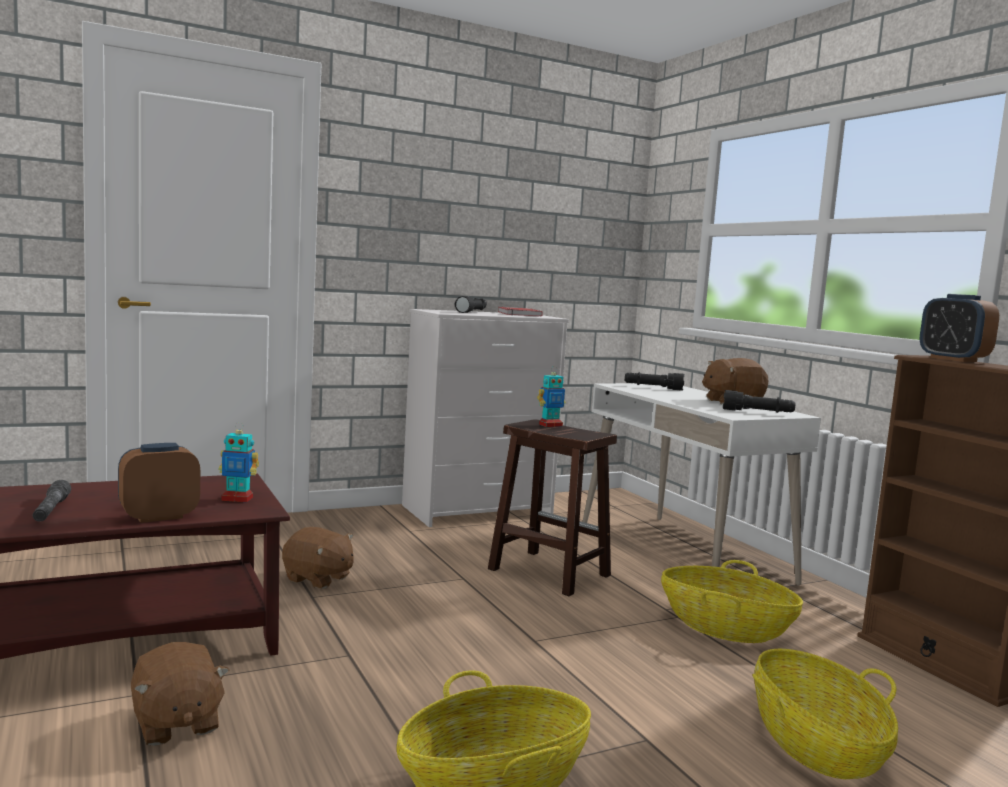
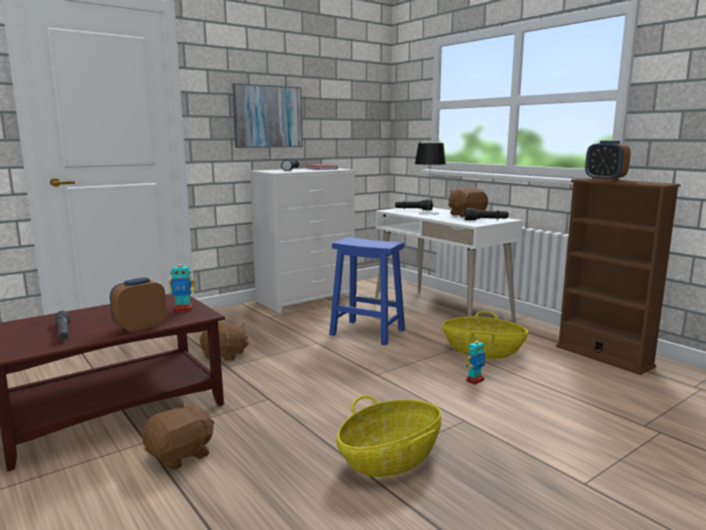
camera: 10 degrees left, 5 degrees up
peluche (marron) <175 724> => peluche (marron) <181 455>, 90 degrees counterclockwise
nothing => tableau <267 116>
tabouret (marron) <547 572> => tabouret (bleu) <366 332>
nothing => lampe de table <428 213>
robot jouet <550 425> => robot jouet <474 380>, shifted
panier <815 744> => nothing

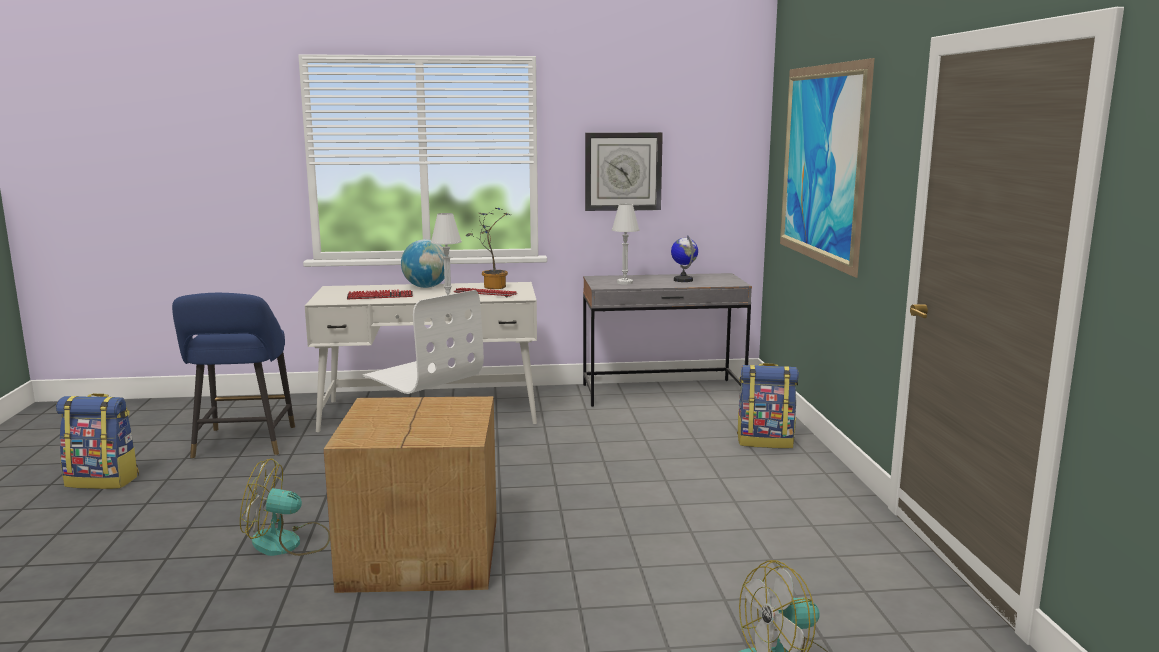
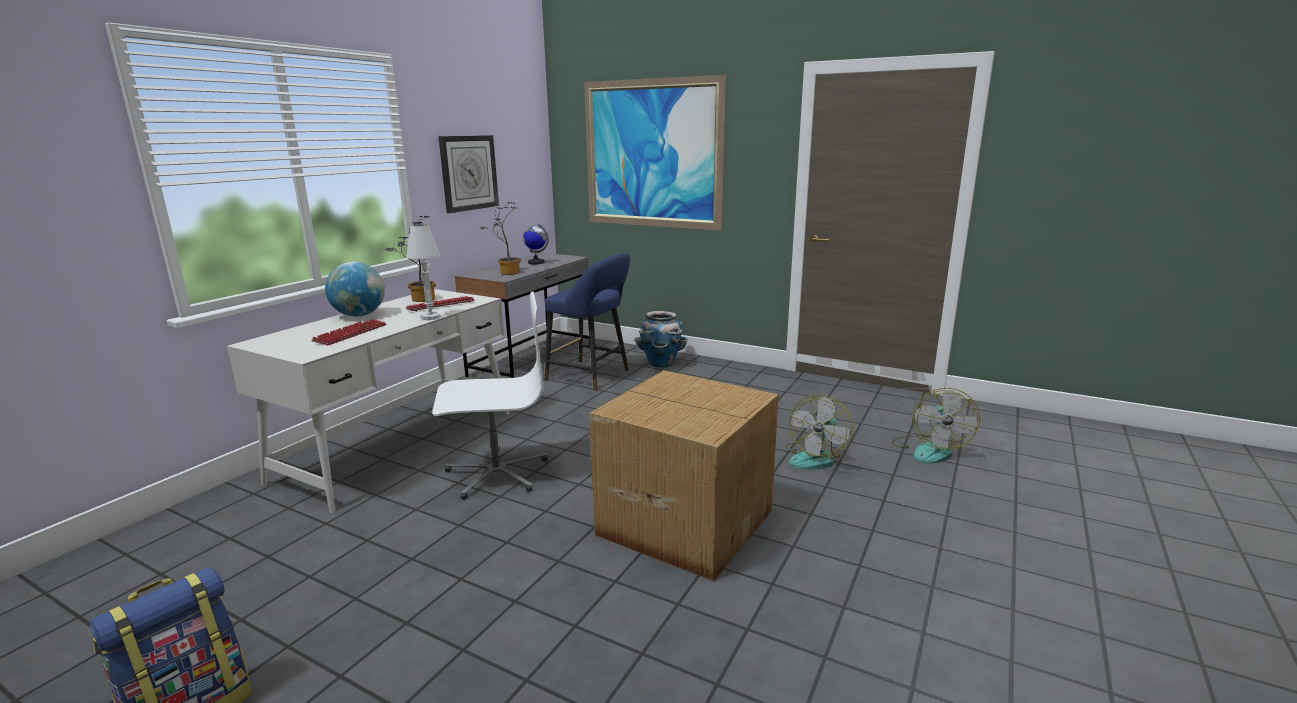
camera: 55 degrees left, 5 degrees up
lampe de table (blanc) <624 283> => plante en pot <507 273>
tabouret (bleu) <243 444> => tabouret (bleu) <591 376>, shifted
sac à dos <765 441> => cache-pot <661 363>
ventilateur <288 543> => ventilateur <815 457>, shifted

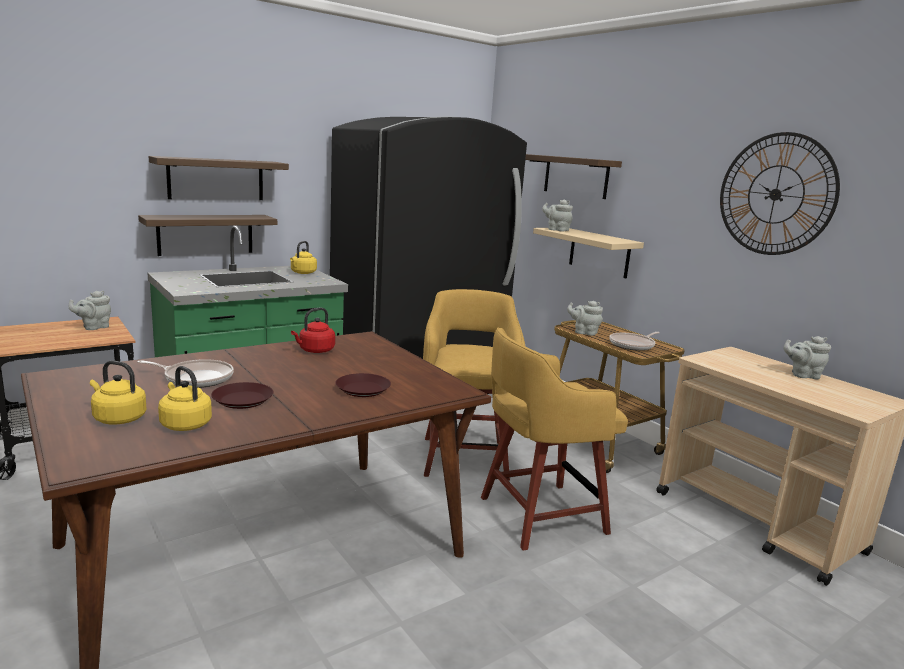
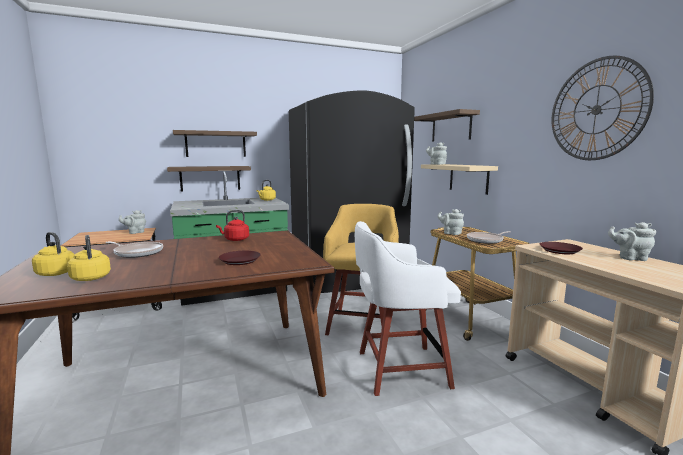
camera: 15 degrees right, 5 degrees down
tabouret (jaune) <538 515> => tabouret (blanc) <399 369>
assiette (marron) <242 400> => assiette (marron) <559 251>, shifted

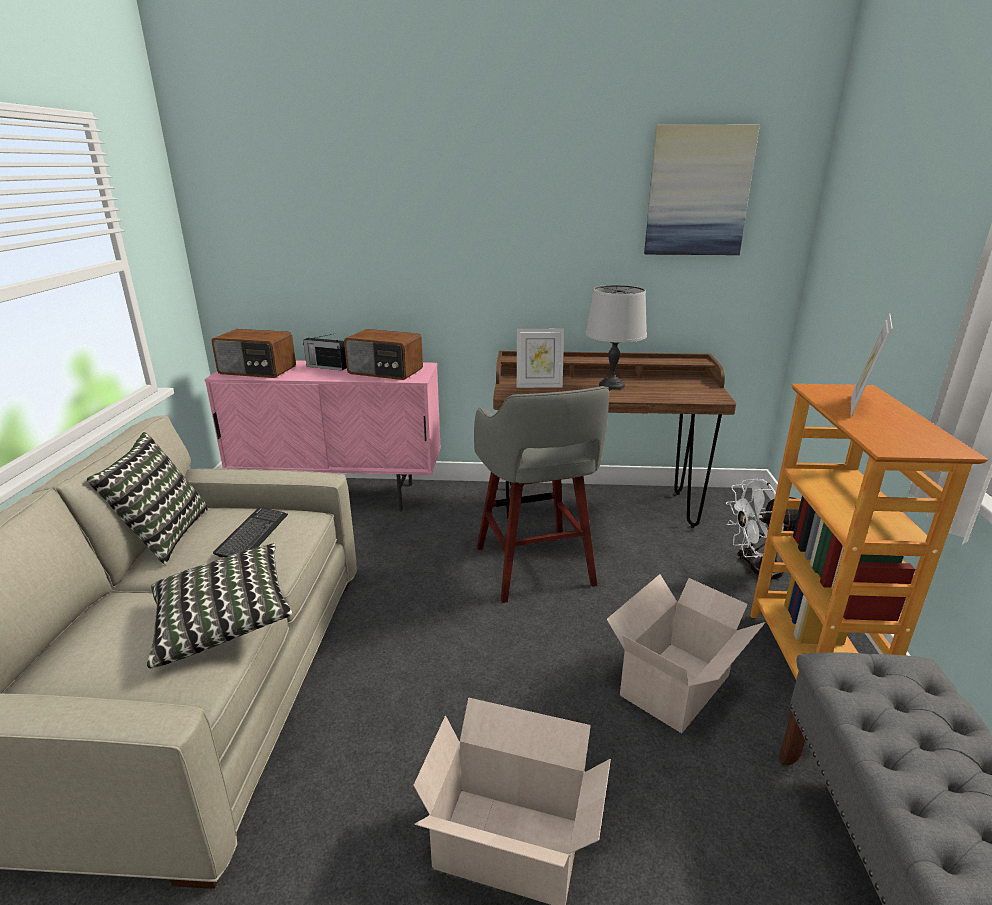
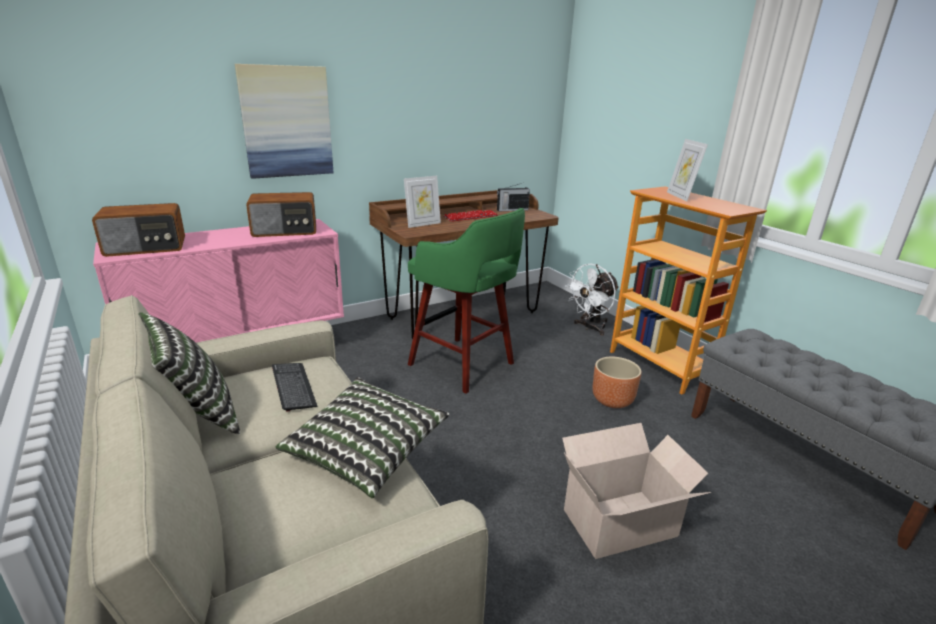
camera: 35 degrees left, 0 degrees up
tableau <698 192> => tableau <286 122>, shifted
tabouret (gris) <535 568> => tabouret (vert) <463 365>
lampe de table (gris) <612 385> => clavier <471 217>
radio <326 367> => radio <511 210>, shifted
carton <677 684> => cache-pot (marron) <612 400>

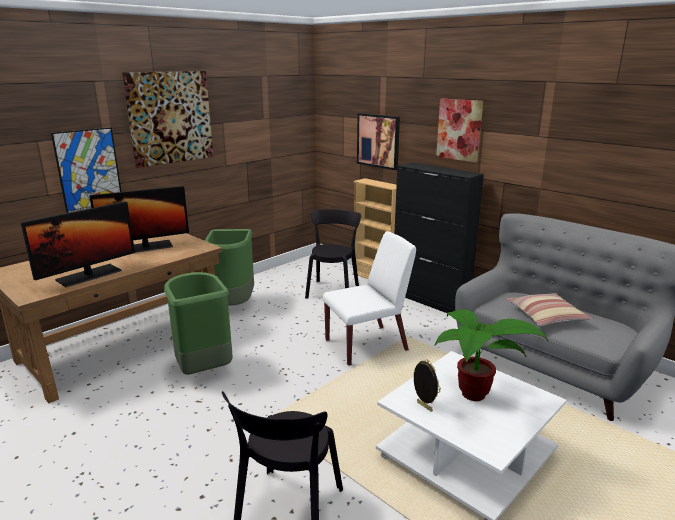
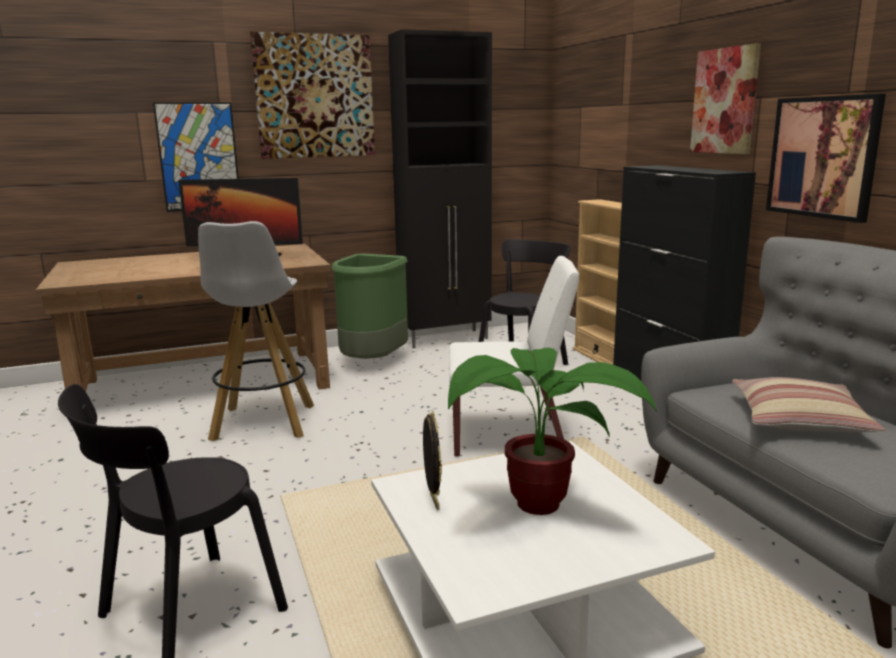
camera: 25 degrees right, 5 degrees down
poubelle (vert) <202 369> => tabouret (blanc) <263 423>
nothing => meuble de rangement (noir) <446 339>
tableau <378 141> => tableau <823 157>, shifted
écran d'ordinateur <89 275> => nothing

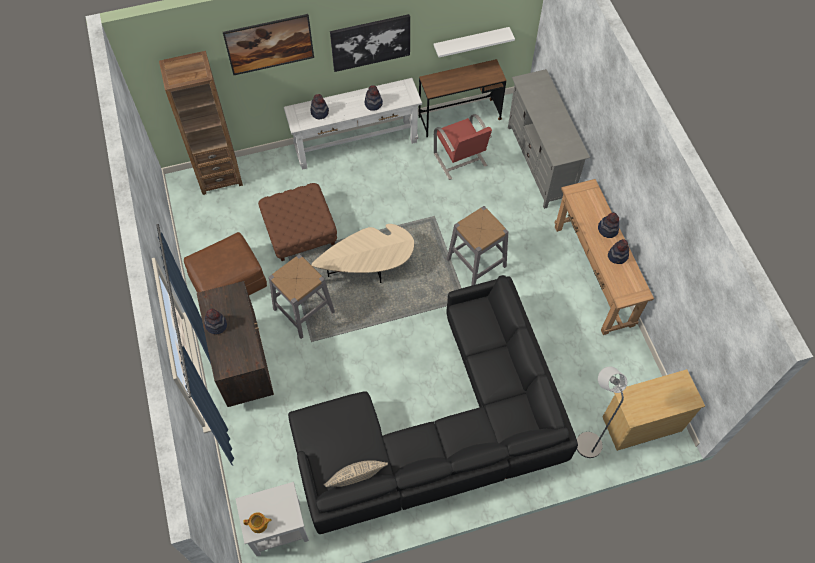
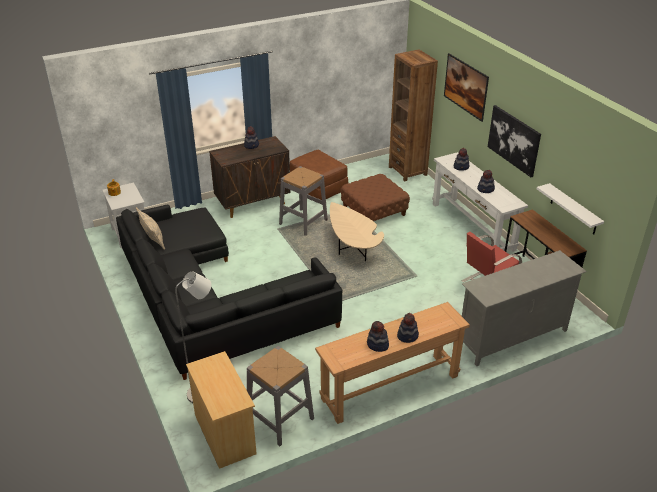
camera: 80 degrees right, 25 degrees down
tabouret (gris) <476 263> => tabouret (gris) <280 419>, shifted

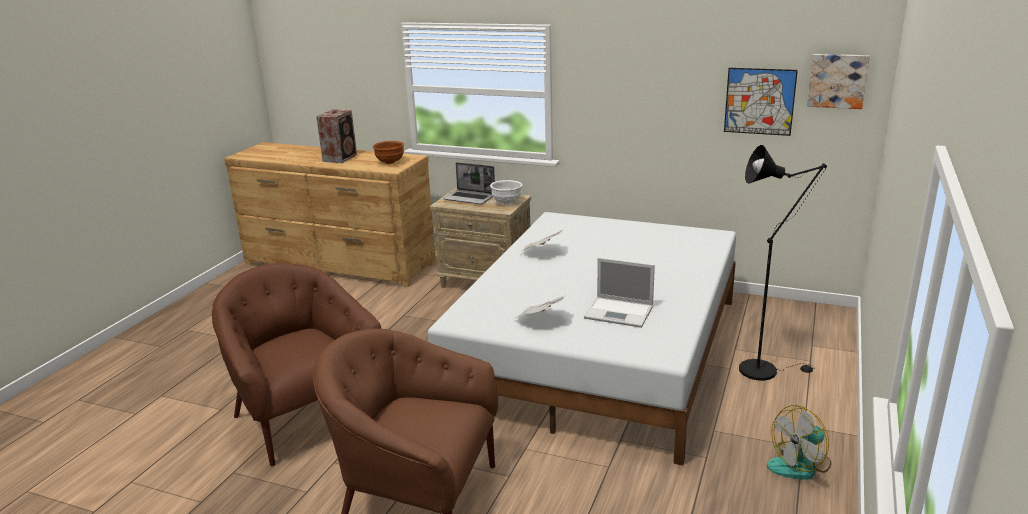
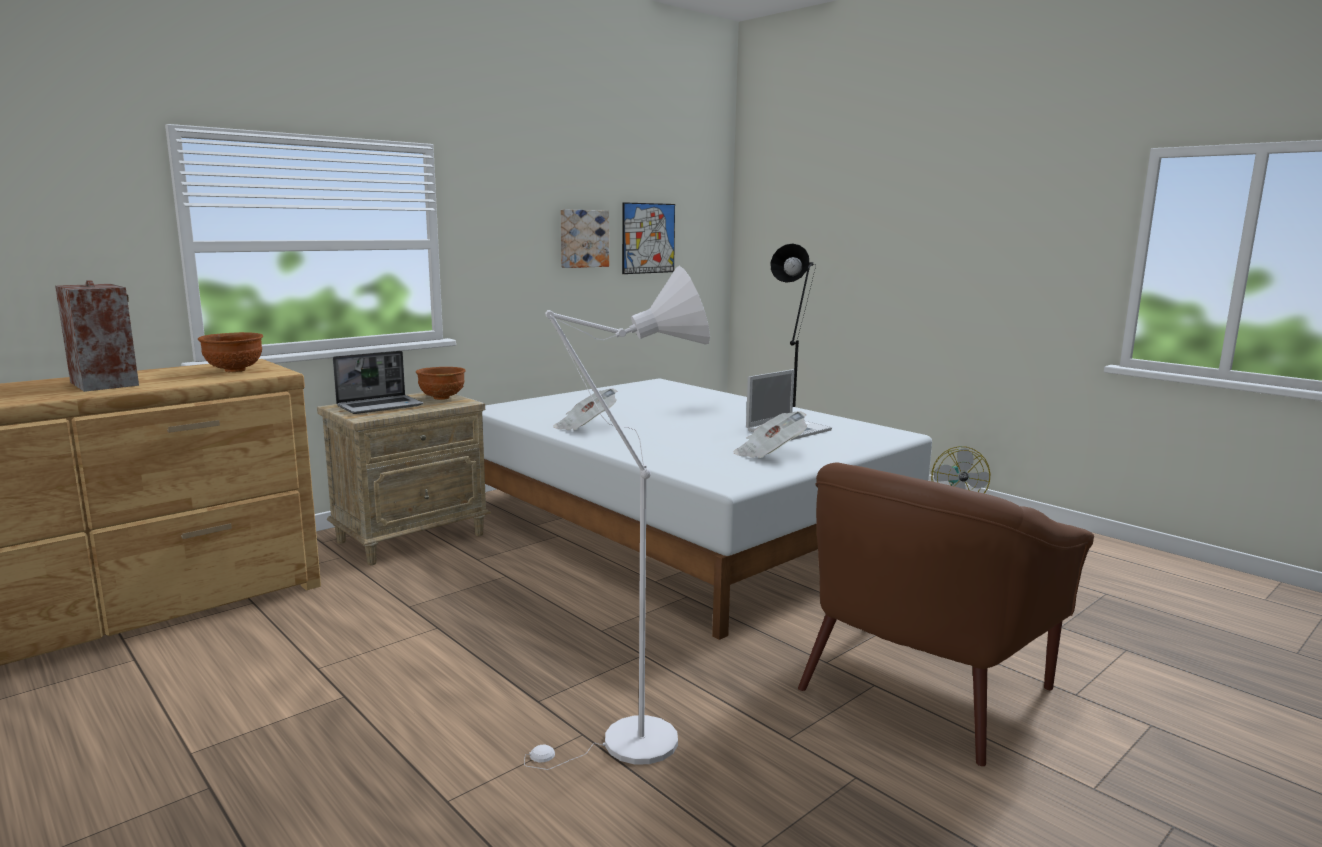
camera: 65 degrees left, 10 degrees down
bol (blanc) <507 202> => bol (marron) <442 398>
fauteuil (marron) <305 416> => lampadaire (blanc) <626 745>
tableau <837 80> => tableau <583 238>, shifted

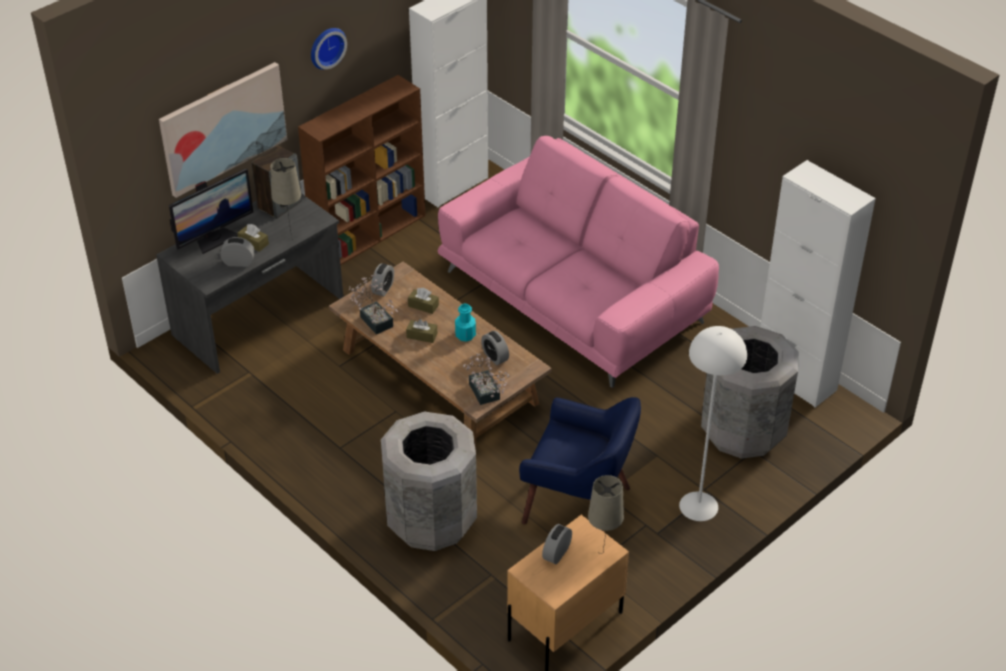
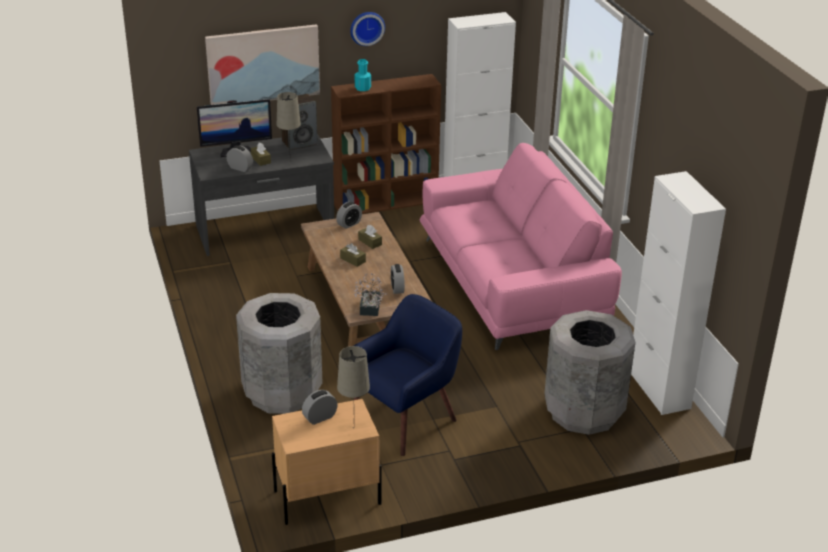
camera: 25 degrees right, 10 degrees down
fauteuil (bleu) <578 504> => fauteuil (bleu) <405 419>, 90 degrees counterclockwise
bouteille (turquoise) <465 335> => bouteille (turquoise) <362 88>, shifted
plante en pot <375 319> => nothing
lampadaire (blanc) <698 506> => nothing

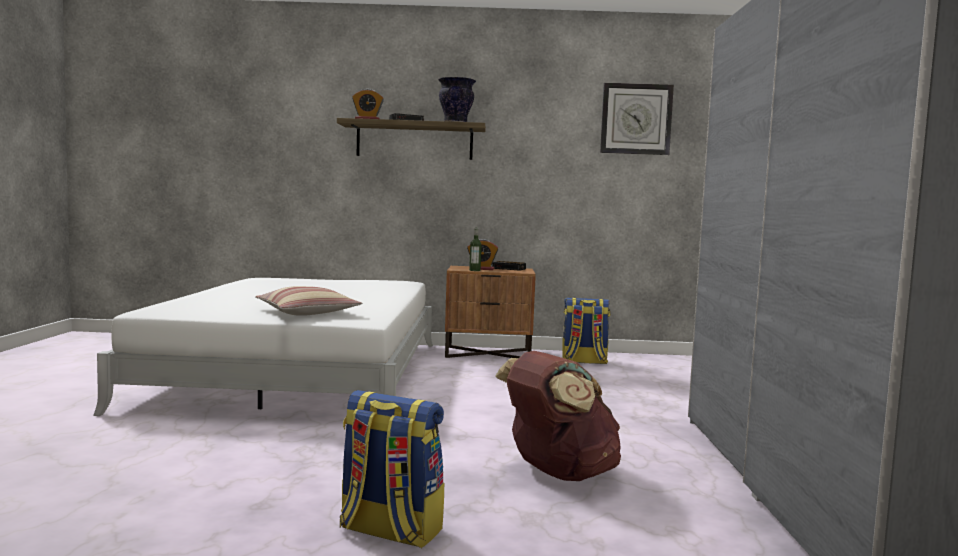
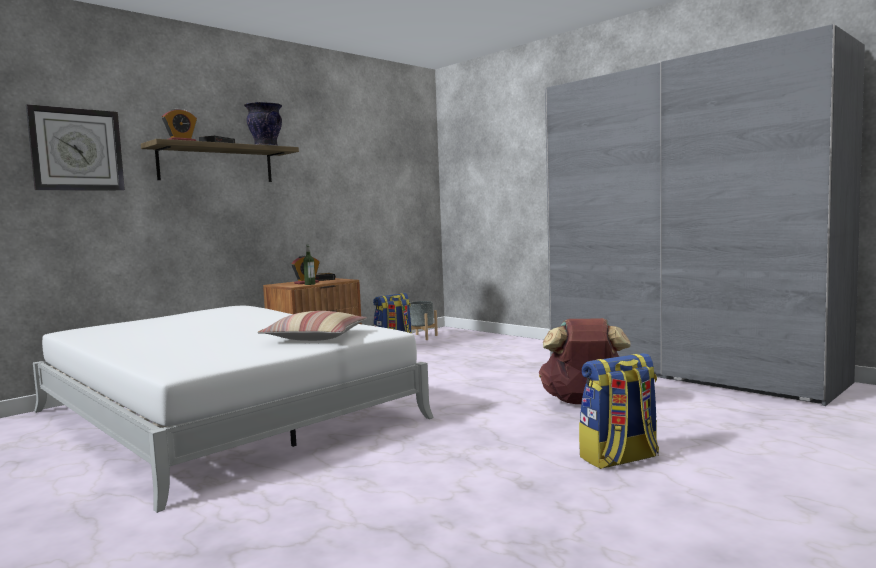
camera: 45 degrees left, 0 degrees up
horloge murale <636 119> => horloge murale <76 150>, shifted
nothing => cache-pot (gris) <421 337>

